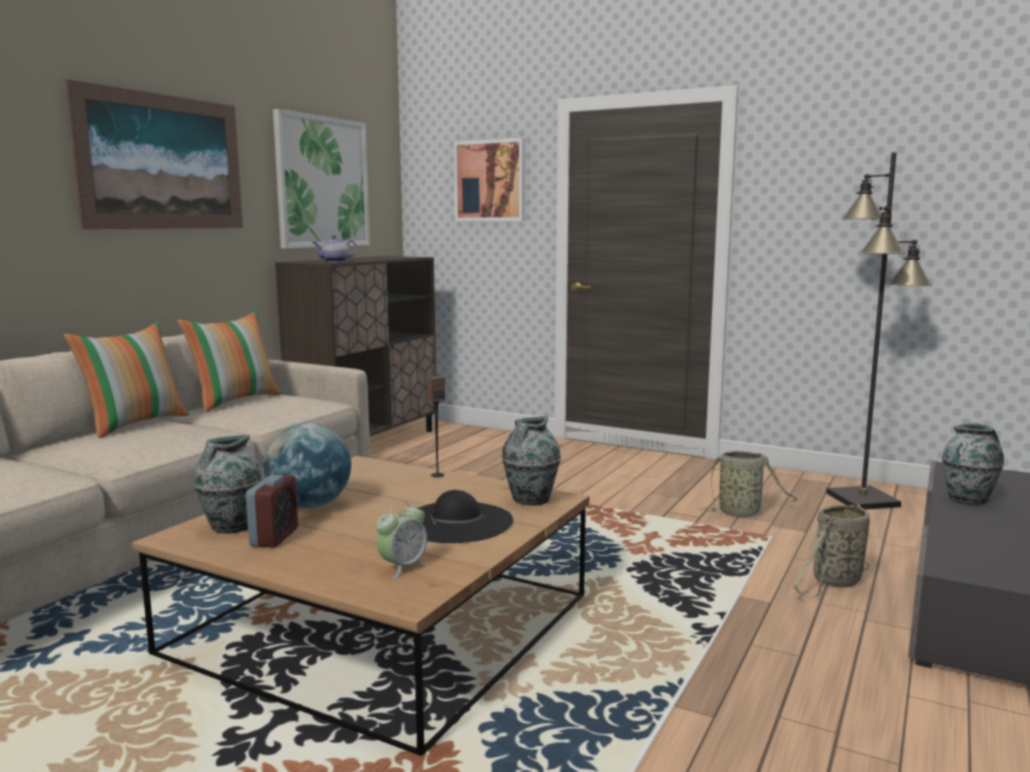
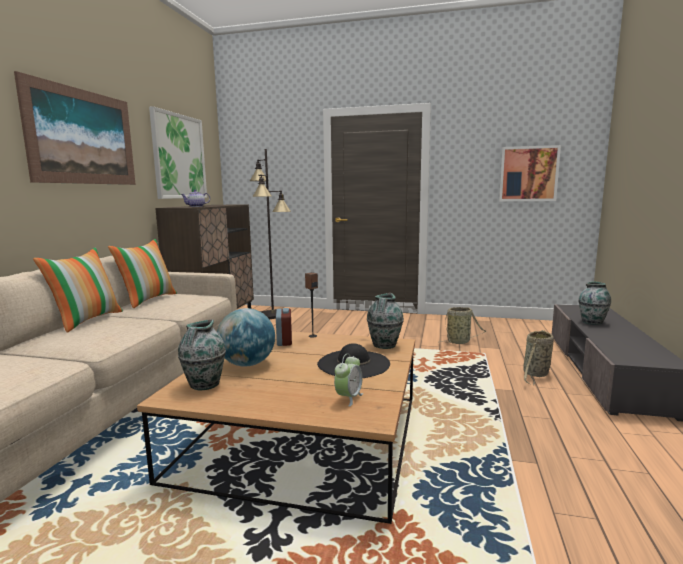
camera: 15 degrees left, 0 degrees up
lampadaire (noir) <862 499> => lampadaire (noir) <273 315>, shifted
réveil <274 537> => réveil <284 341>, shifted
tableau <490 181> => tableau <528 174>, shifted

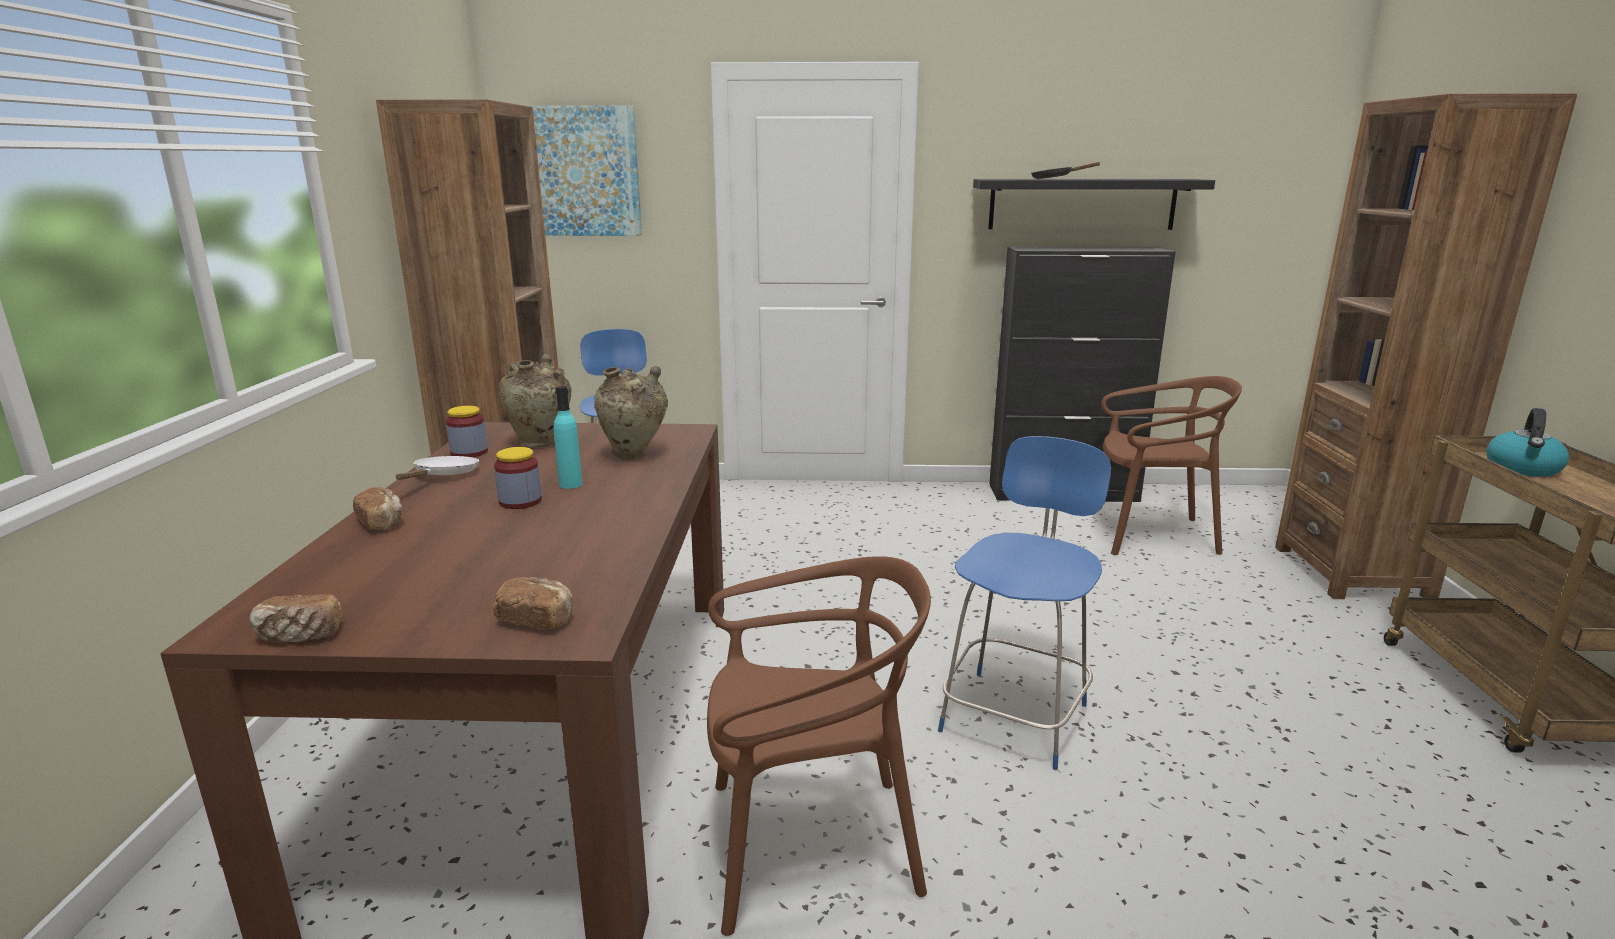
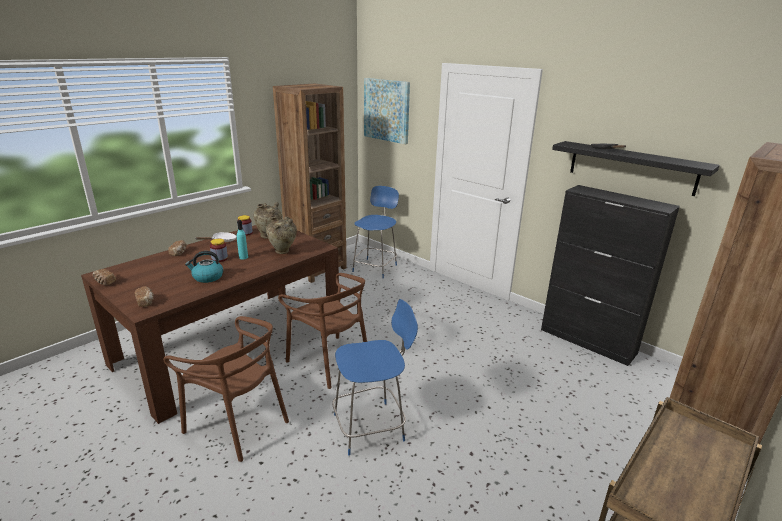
camera: 40 degrees right, 5 degrees up
bouilloire <1523 468> => bouilloire <207 277>, shifted
chaise (marron) <1150 534> => chaise (marron) <330 361>, shifted

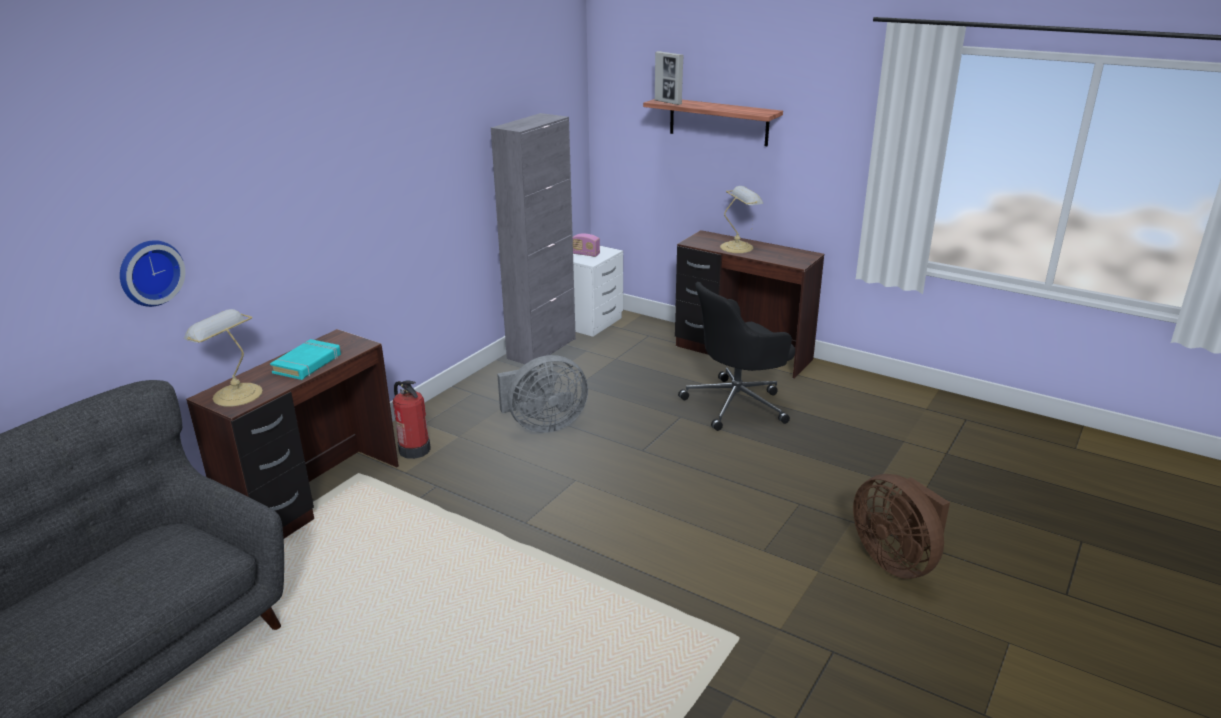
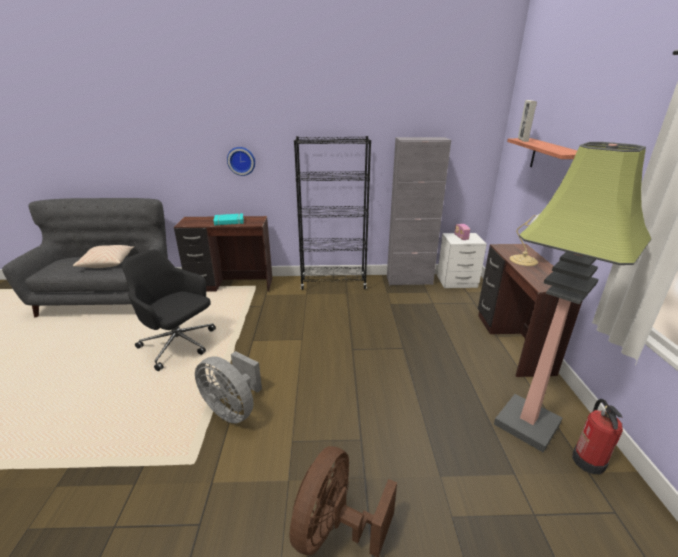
camera: 55 degrees right, 0 degrees up
nothing => coussin (beige) <107 263>
chaise de bureau (noir) <737 404> => chaise de bureau (noir) <179 345>, shifted
ventilateur (gris) <543 425> => ventilateur (gris) <233 409>, shifted
horloge murale <149 272> => horloge murale <241 161>, shifted
nothing => bibliothèque (noir) <333 284>
nothing => lampadaire <526 423>
extincteur <414 449> => extincteur <588 460>, shifted
lampe de table <235 394> => nothing

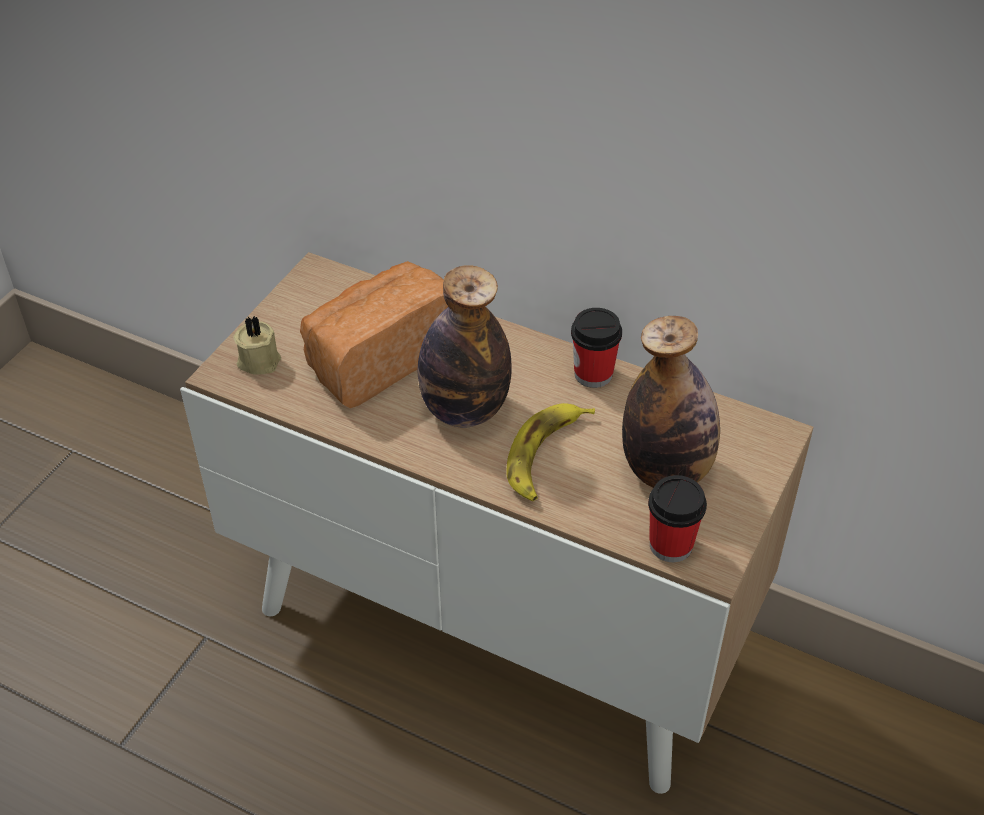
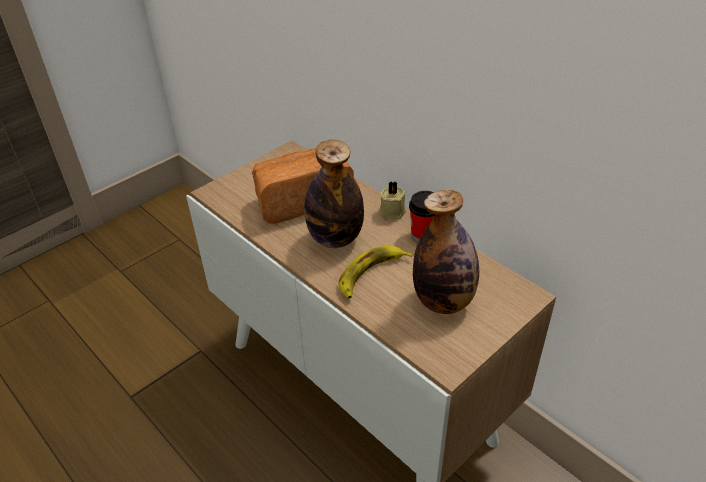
camera: 20 degrees right, 5 degrees down
bougie (beige) <258 360> => bougie (beige) <392 211>, shifted
tasse <671 545> => nothing

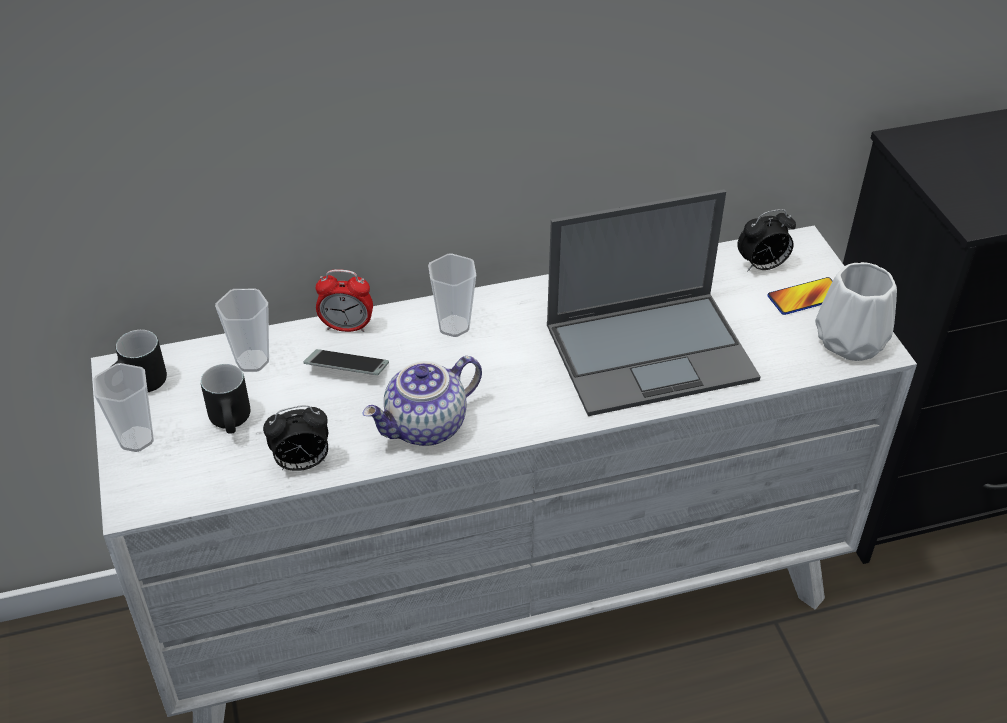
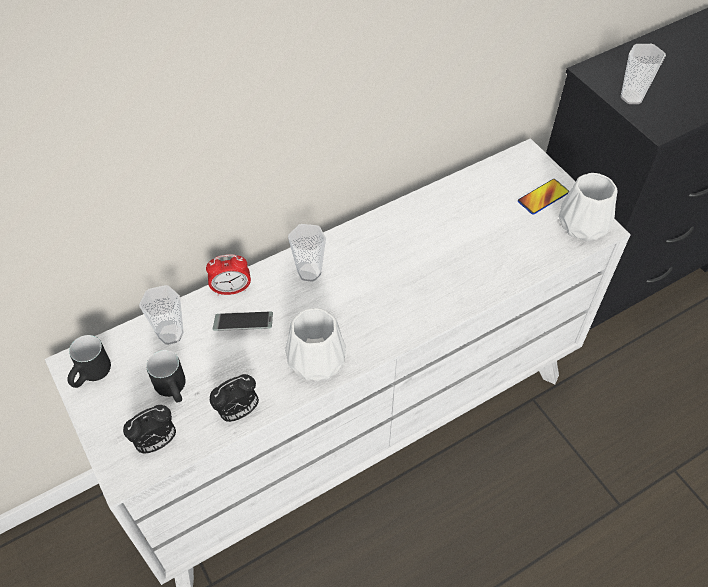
camera: 15 degrees left, 10 degrees up
réveil <762 266> => réveil <156 442>, shifted
théière <426 428> => vase (blanc) <318 360>
tasse <136 439> => tasse <631 97>, shifted
ordinateur portable <652 351> => nothing

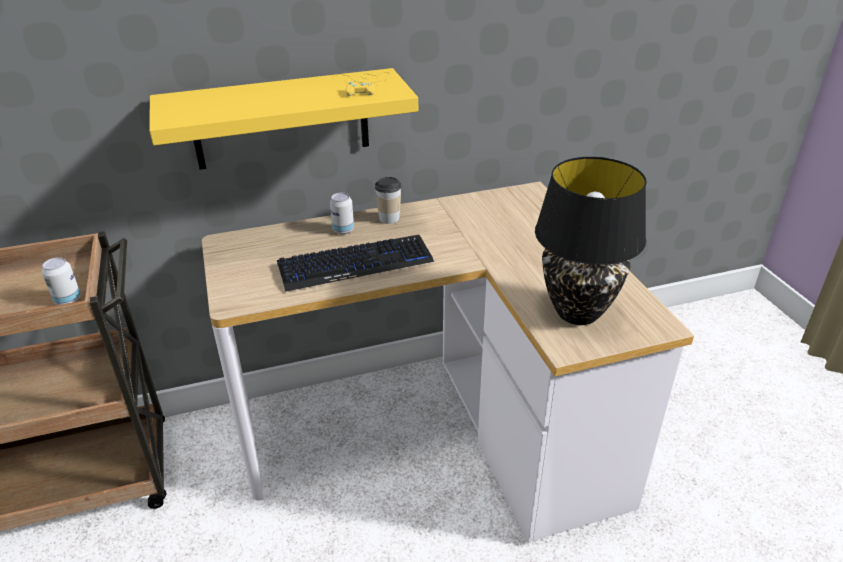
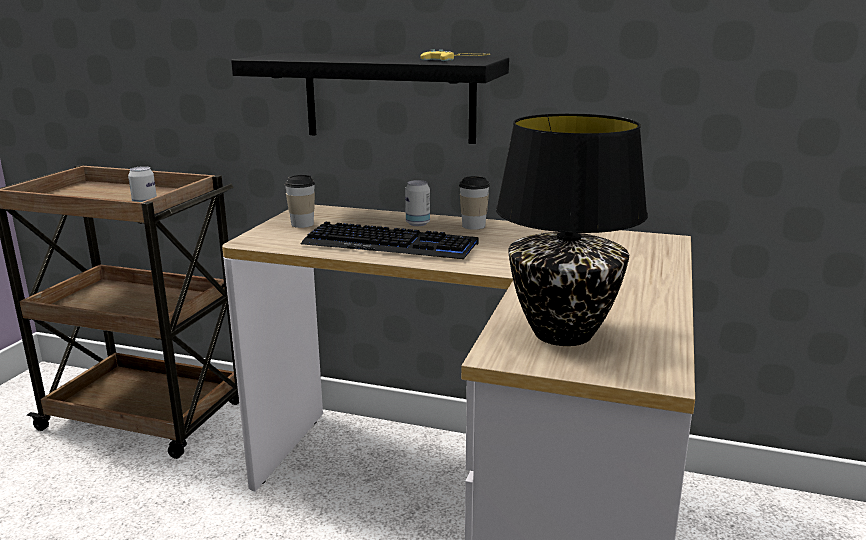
camera: 35 degrees right, 15 degrees down
étagère (jaune) <281 119> => étagère (noir) <389 97>
nothing => tasse <302 224>

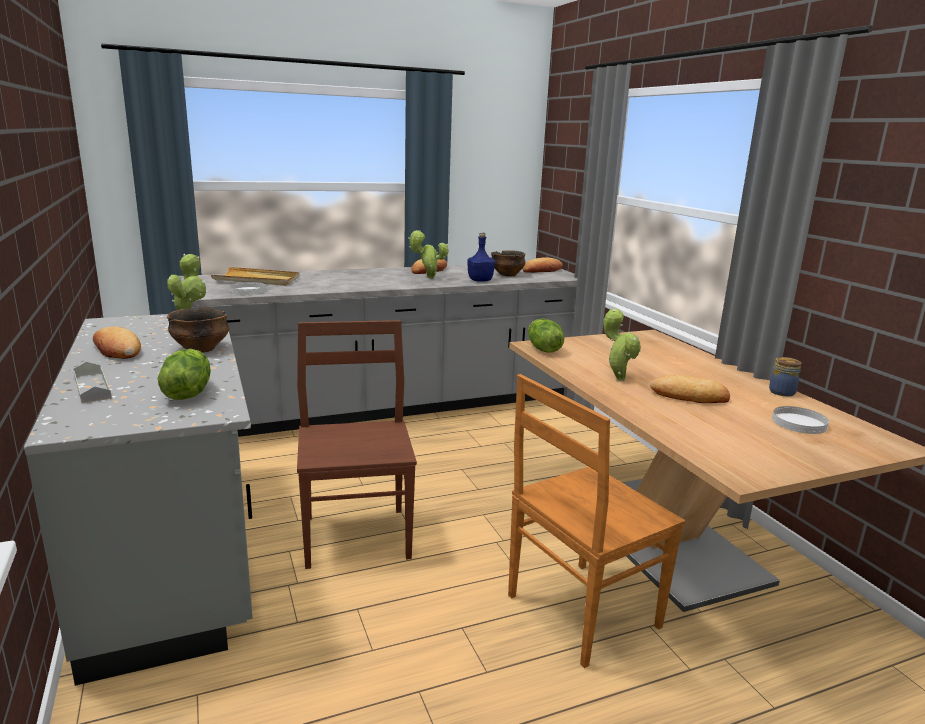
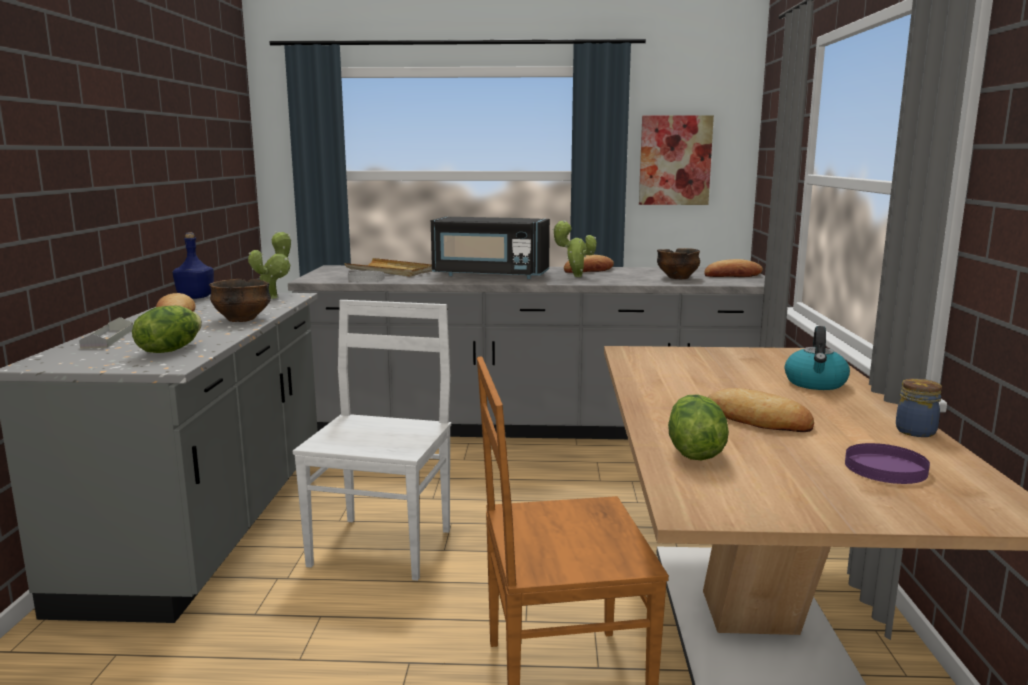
camera: 25 degrees right, 5 degrees down
bouteille (bleu) <480 280> => bouteille (bleu) <196 297>, shifted
chaise (marron) <356 535> => chaise (blanc) <383 545>
nothing => micro-ondes (noir) <489 275>
nothing => tableau <675 160>
laitue <543 349> => laitue <693 452>, shifted
nothing => bouilloire <815 383>
assiette (blanc) <798 423> => assiette (violet) <885 467>
plante en pot <618 378> => nothing

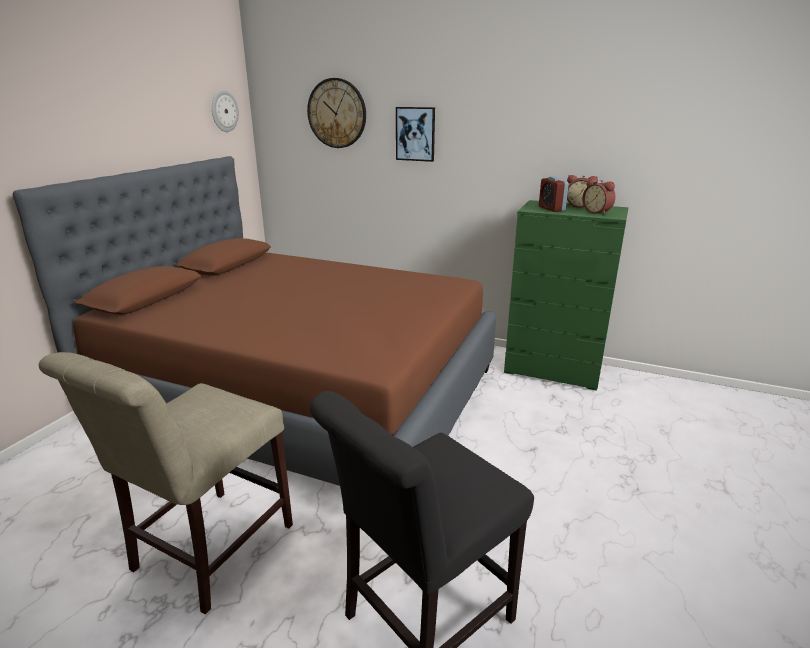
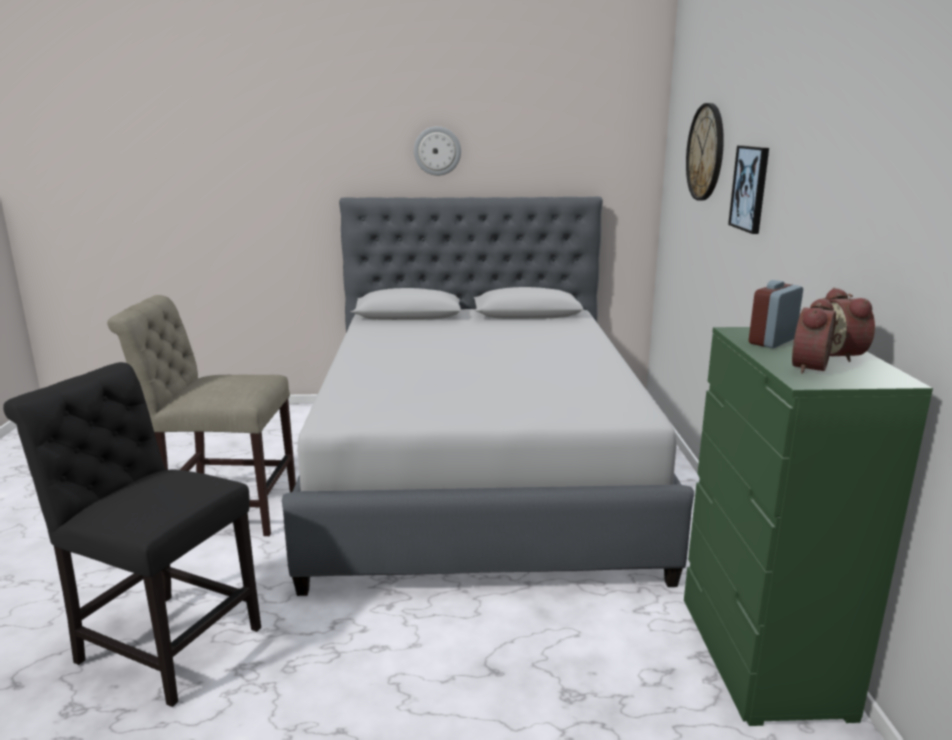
camera: 65 degrees right, 5 degrees down
lit (marron) <302 393> => lit (gris) <479 474>
horloge murale <224 111> => horloge murale <437 151>, shifted

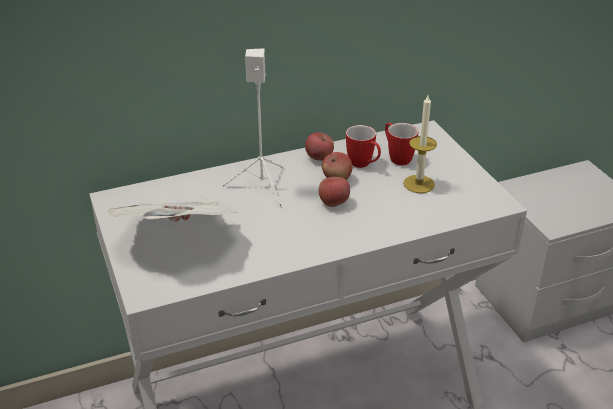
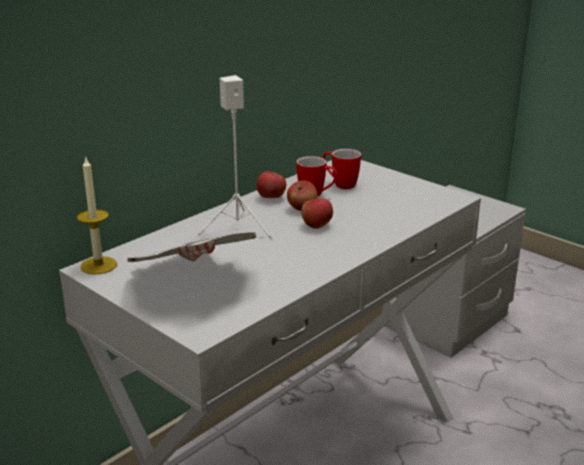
camera: 25 degrees left, 10 degrees down
bougie <419 184> => bougie <98 265>, shifted

